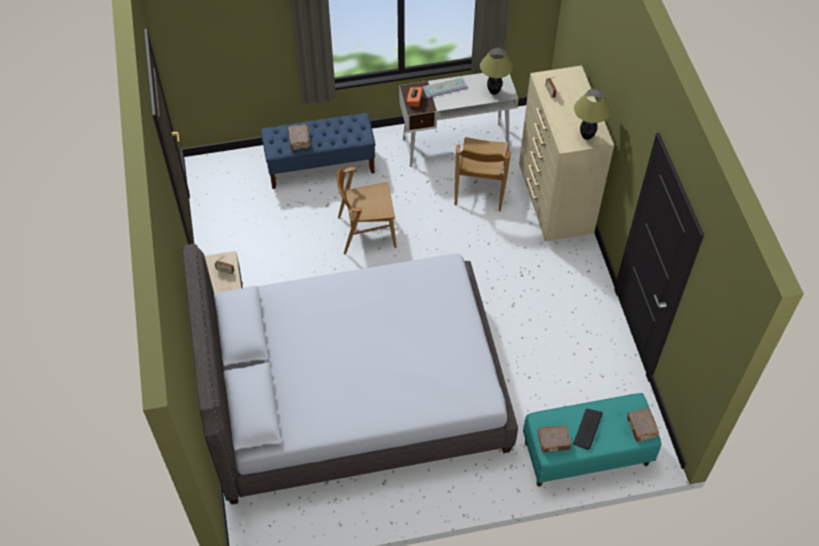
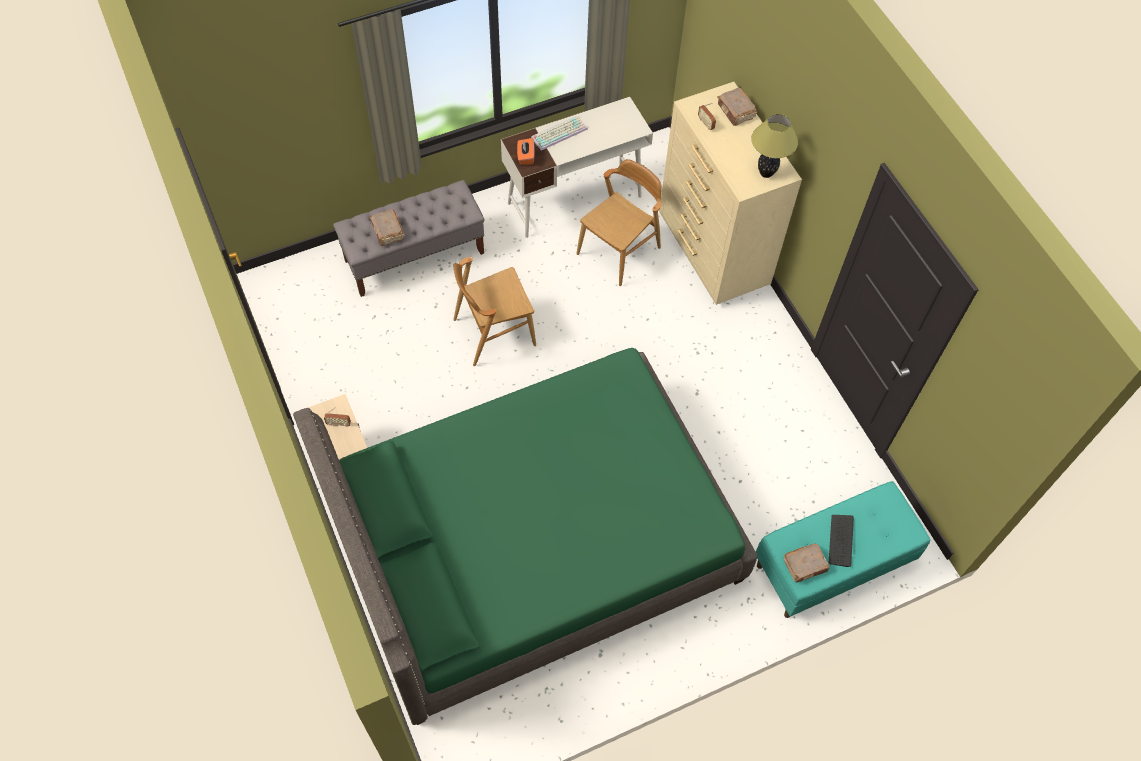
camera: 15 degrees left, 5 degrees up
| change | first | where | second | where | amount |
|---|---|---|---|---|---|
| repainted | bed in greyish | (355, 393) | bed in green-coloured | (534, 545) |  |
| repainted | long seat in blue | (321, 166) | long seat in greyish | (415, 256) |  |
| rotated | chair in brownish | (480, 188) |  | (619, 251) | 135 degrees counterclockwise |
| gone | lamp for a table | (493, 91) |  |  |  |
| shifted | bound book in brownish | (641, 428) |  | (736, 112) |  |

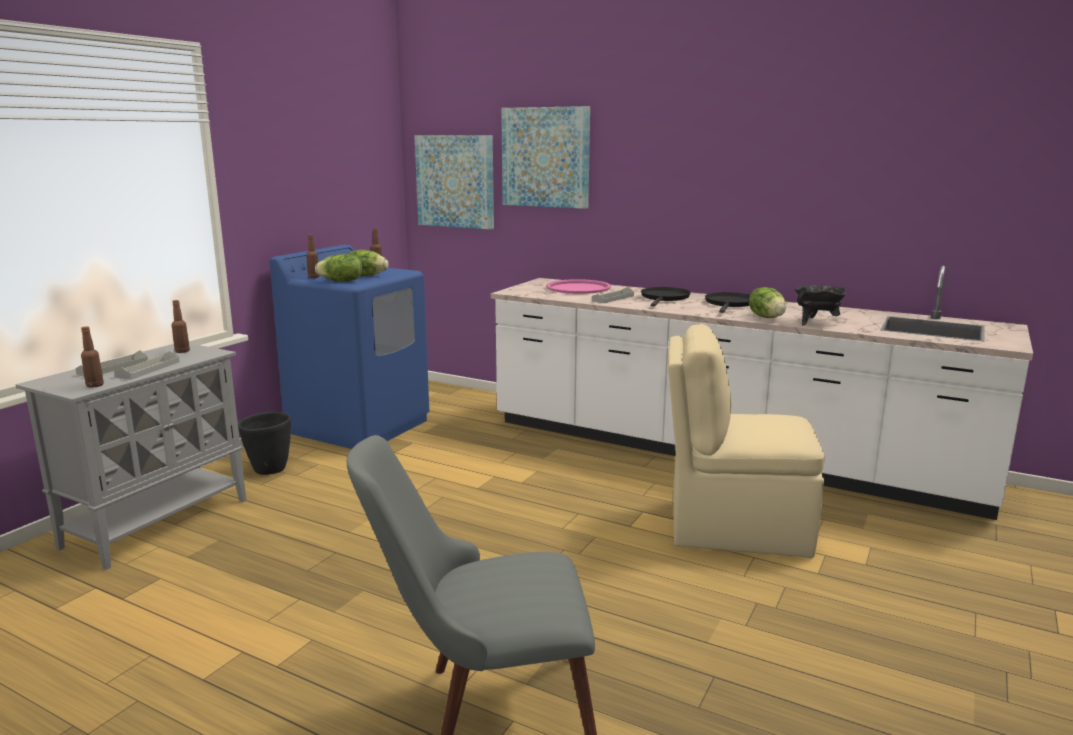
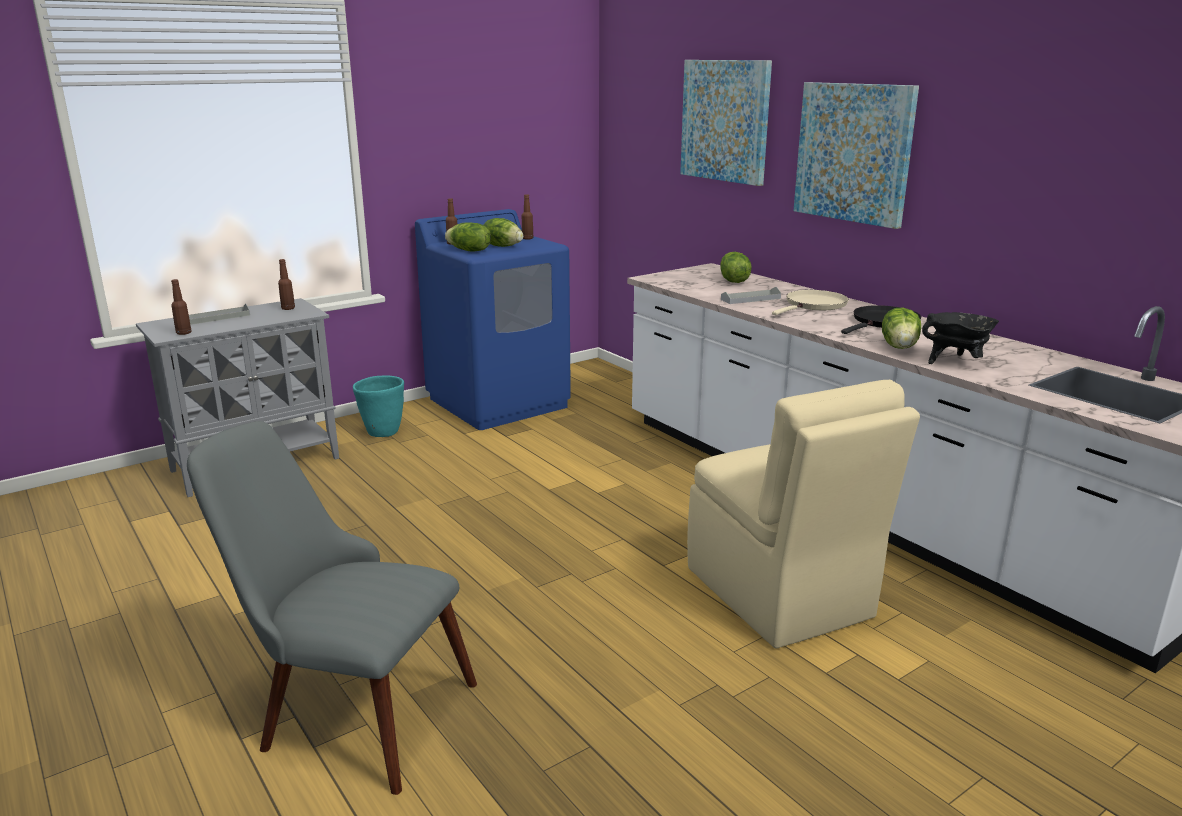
camera: 25 degrees right, 5 degrees up
| change | first | where | second | where | amount |
|---|---|---|---|---|---|
| gone | tray in greyish | (148, 369) |  |  |  |
| repainted | flower pot in black-coloured | (269, 470) | flower pot in turquoise-coloured | (382, 432) |  |
| shifted | picture | (455, 181) |  | (854, 153) |  |
| swapped | tray in pinkish | (578, 288) | head of lettuce | (733, 281) |  |
| repainted | pan in black-coloured | (664, 298) | pan in sand-coloured | (814, 305) |  |
| rotated | chair in sand-coloured | (734, 527) |  | (780, 595) | 150 degrees counterclockwise |

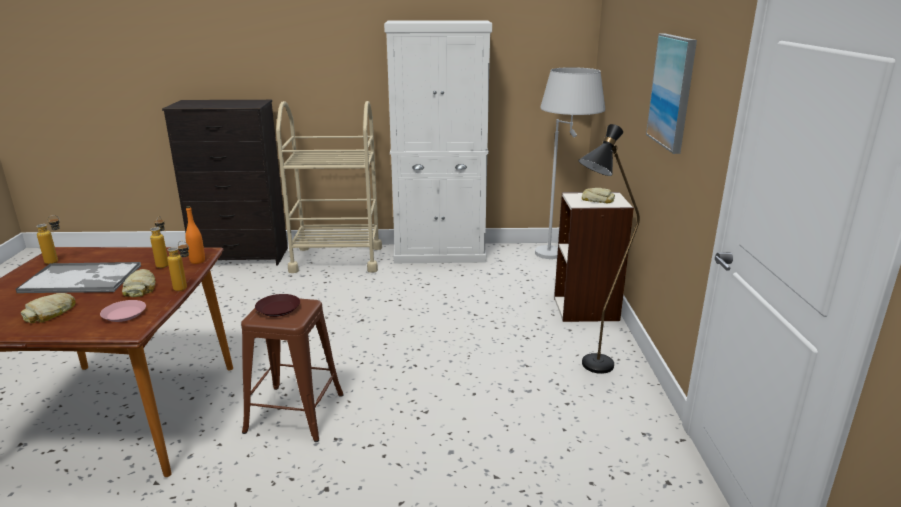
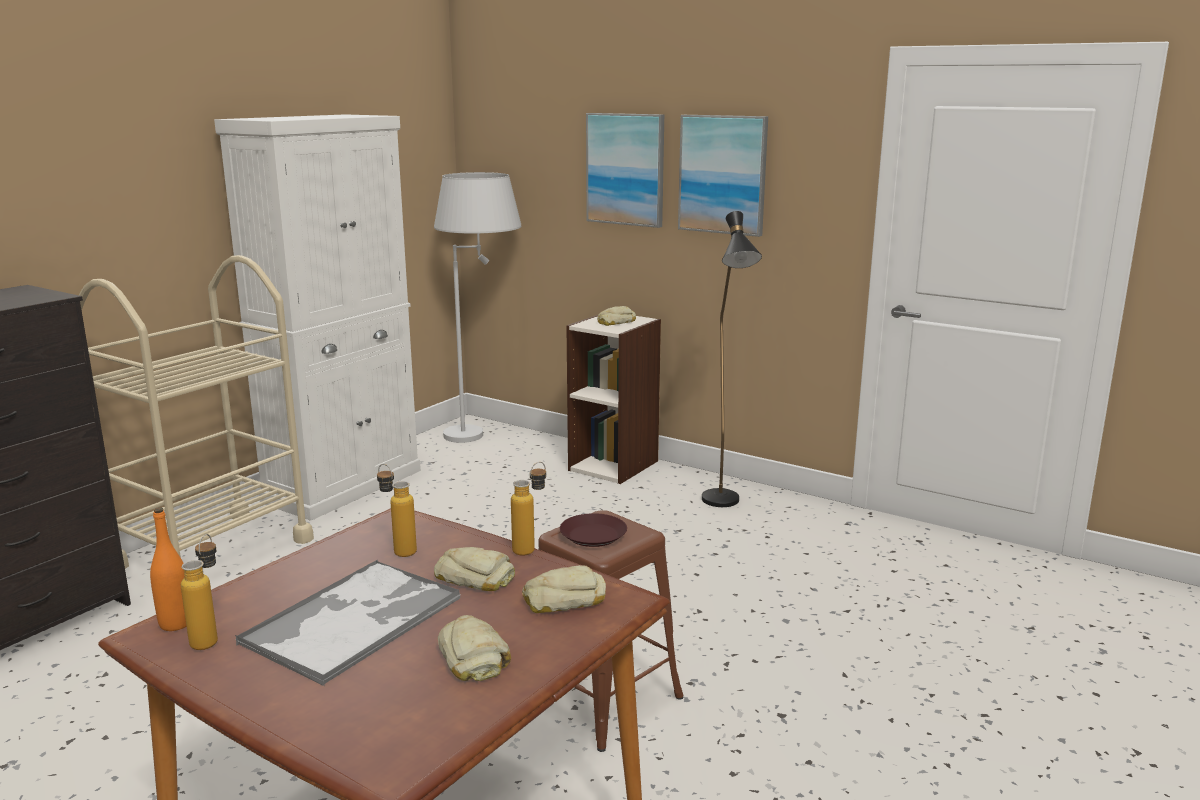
camera: 55 degrees left, 5 degrees down
| change | first | where | second | where | amount |
|---|---|---|---|---|---|
| swapped | plate in pinkish | (124, 314) | bakery bread | (563, 599) |  |
| shifted | drink bottle in orange | (197, 261) |  | (175, 624) |  |
| new |  |  | picture | (626, 169) |  |

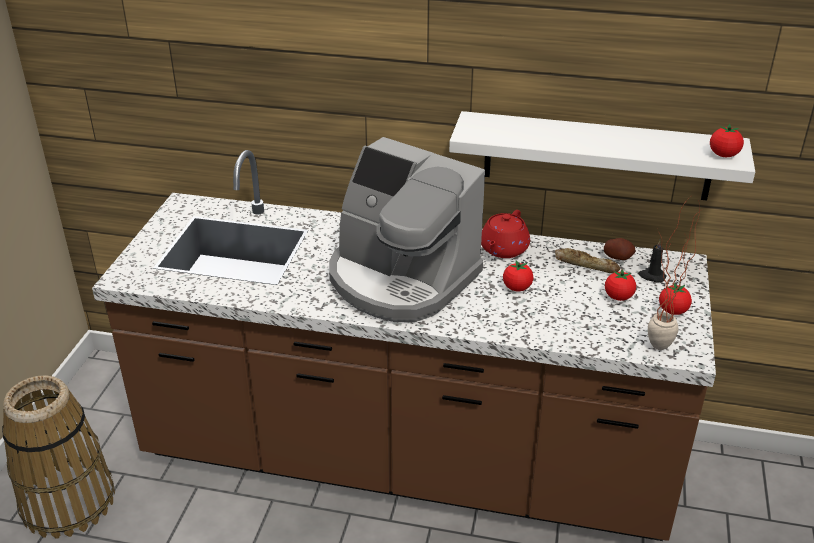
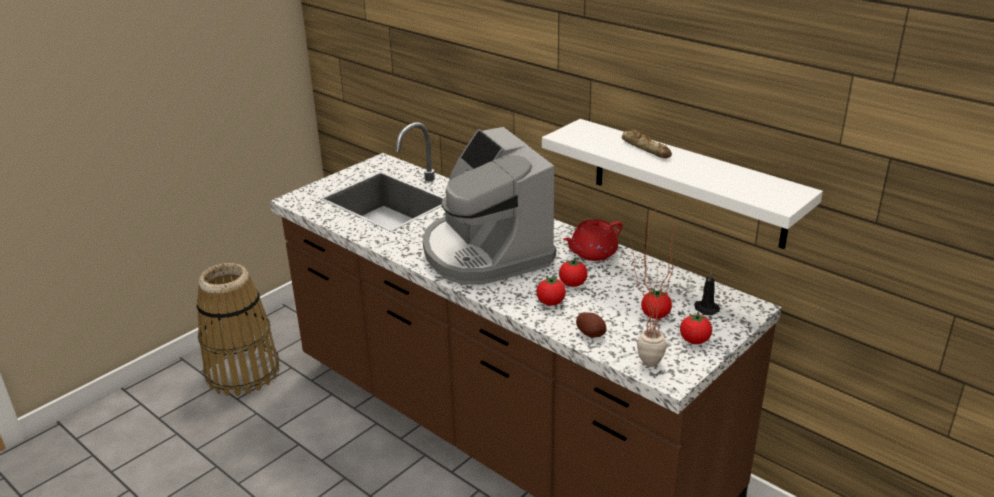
camera: 30 degrees right, 5 degrees down
| change | first | where | second | where | amount |
|---|---|---|---|---|---|
| shifted | bakery bread | (586, 264) |  | (646, 148) |  |
| shifted | whole potato | (618, 257) |  | (591, 333) |  |
| shifted | whole tomato | (723, 155) |  | (550, 302) |  |

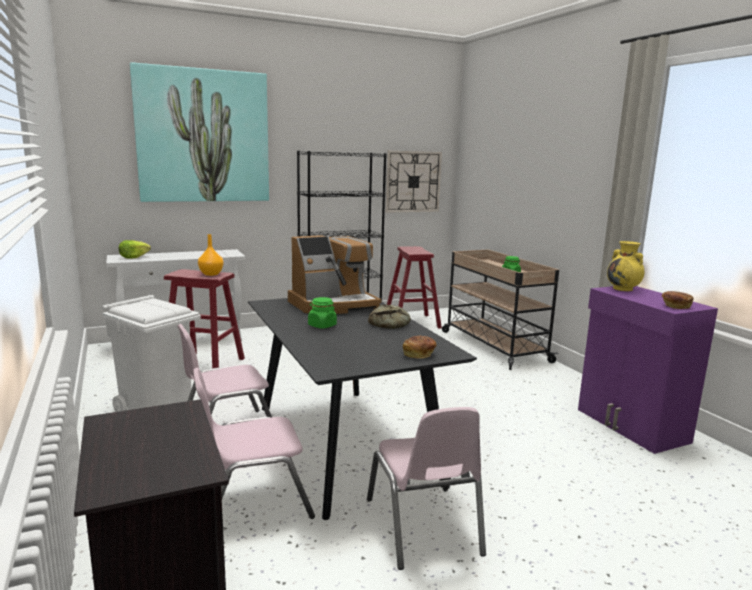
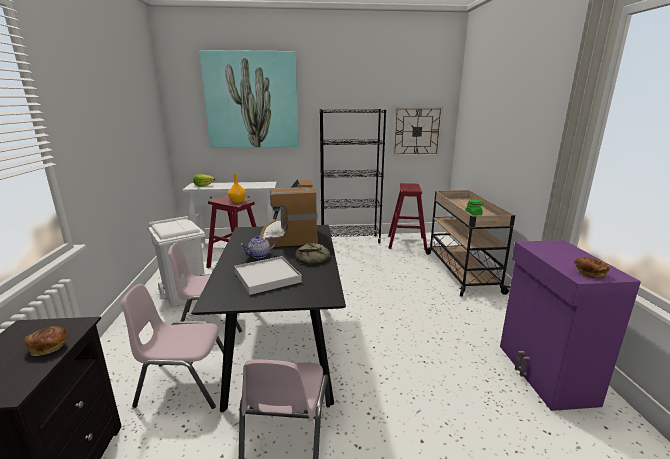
camera: 20 degrees right, 5 degrees up
| change | first | where | second | where | amount |
|---|---|---|---|---|---|
| rotated | coffee brewer | (333, 305) |  | (290, 236) | 90 degrees clockwise |
| swapped | storage jar in green-coloured | (322, 325) | tea pot | (259, 255) |  |
| shifted | bakery bread | (419, 354) |  | (50, 347) |  |
| gone | decorative vase in yellow | (623, 289) |  |  |  |
| new |  |  | tray in white-coloured | (267, 277) |  |

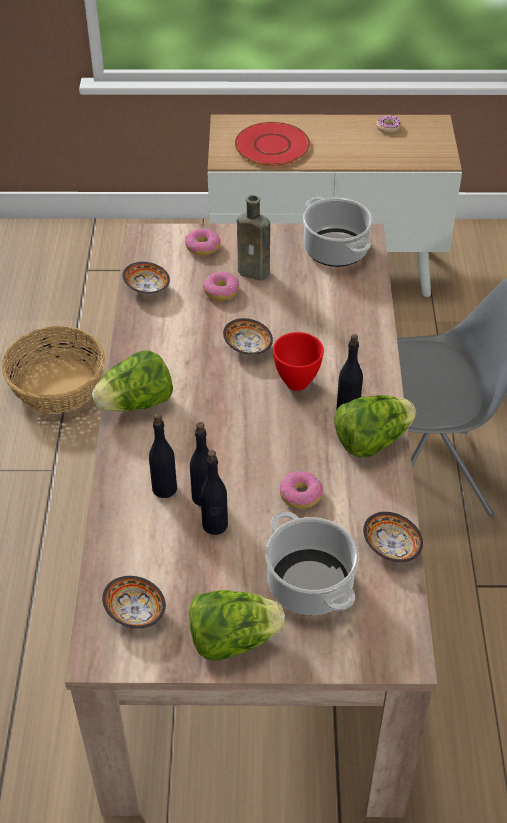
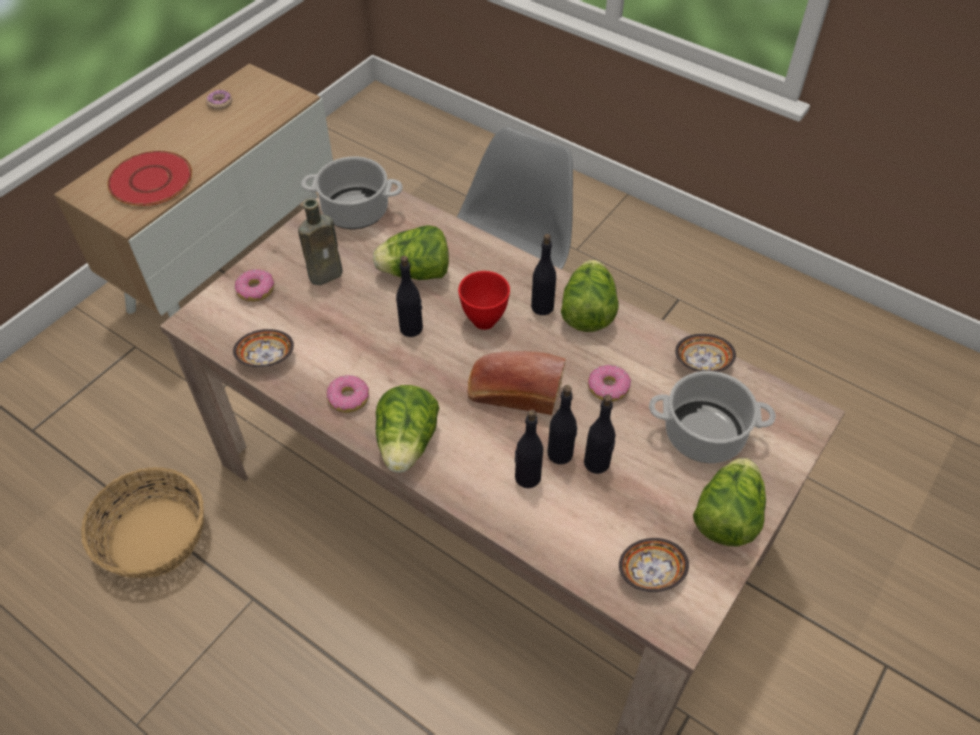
camera: 55 degrees left, 5 degrees up
| change | first | where | second | where | amount |
|---|---|---|---|---|---|
| shifted | doughnut | (221, 291) |  | (349, 398) |  |
| swapped | bowl | (248, 346) | drink bottle in black-coloured | (411, 328) |  |
| new |  |  | head of lettuce | (416, 273) |  |
| new |  |  | bakery bread | (513, 392) |  |

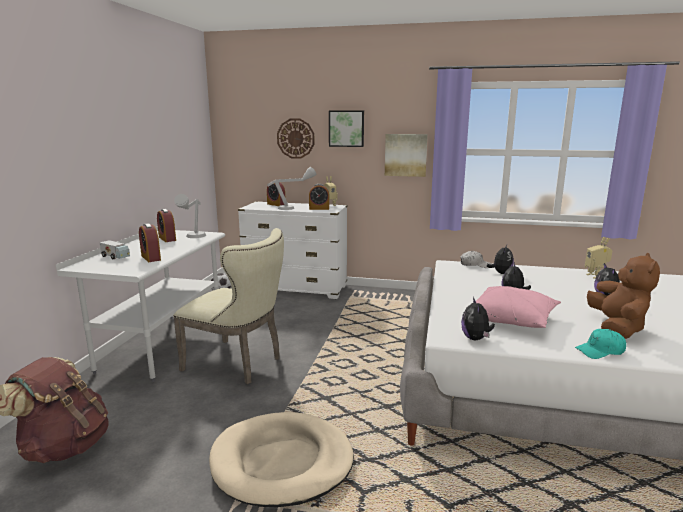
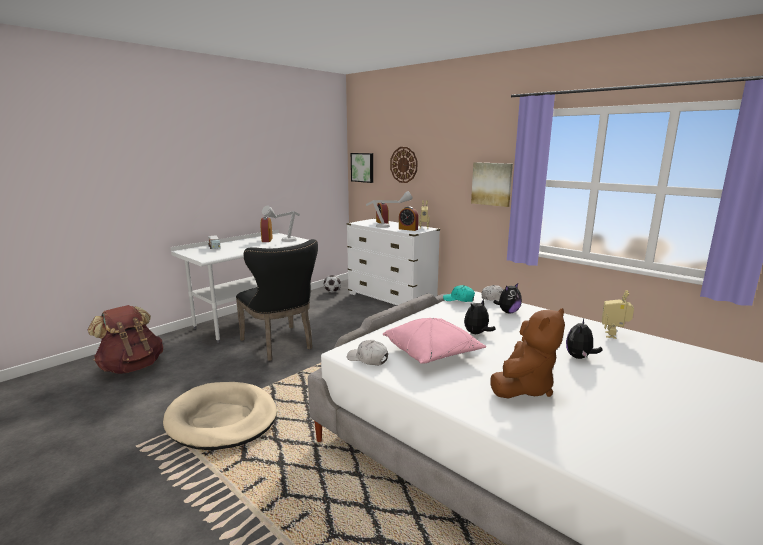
camera: 30 degrees right, 0 degrees up
| change | first | where | second | where | amount |
|---|---|---|---|---|---|
| gone | bedside clock | (151, 258) |  |  |  |
| repainted | chair in sand-coloured | (239, 363) | chair in black-coloured | (280, 345) |  |
| shifted | picture | (346, 128) |  | (363, 167) |  |
| swapped | plush toy | (476, 338) | baseball cap in white-coloured | (368, 359) |  |
| shifted | baseball cap in turquoise-coloured | (600, 351) |  | (459, 299) |  |

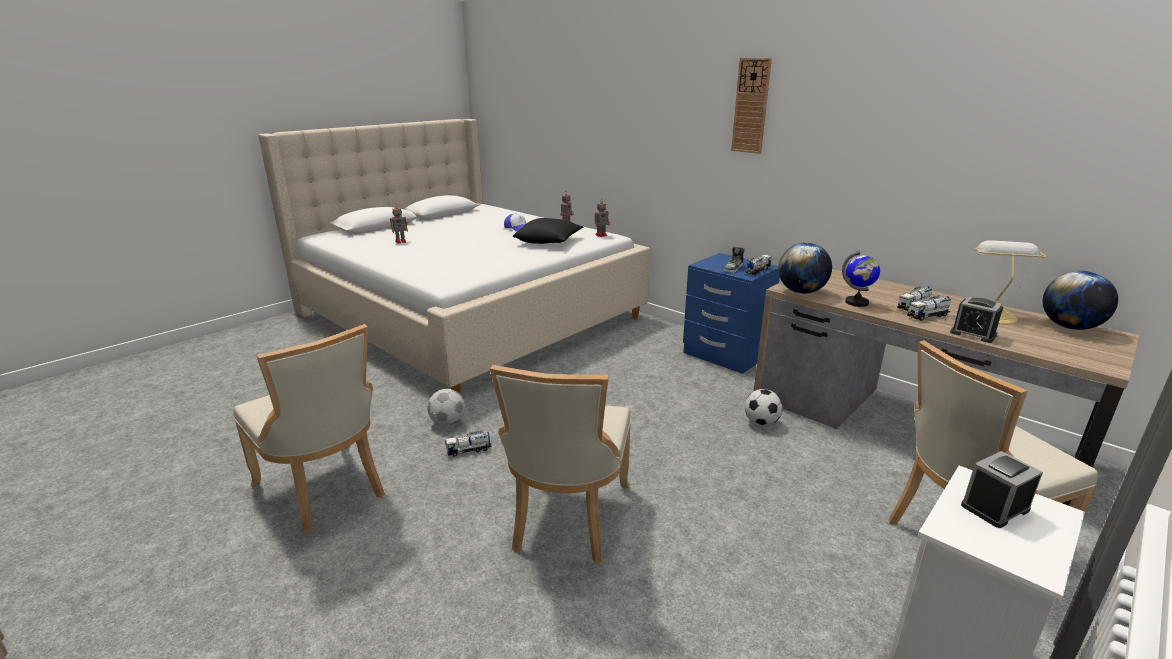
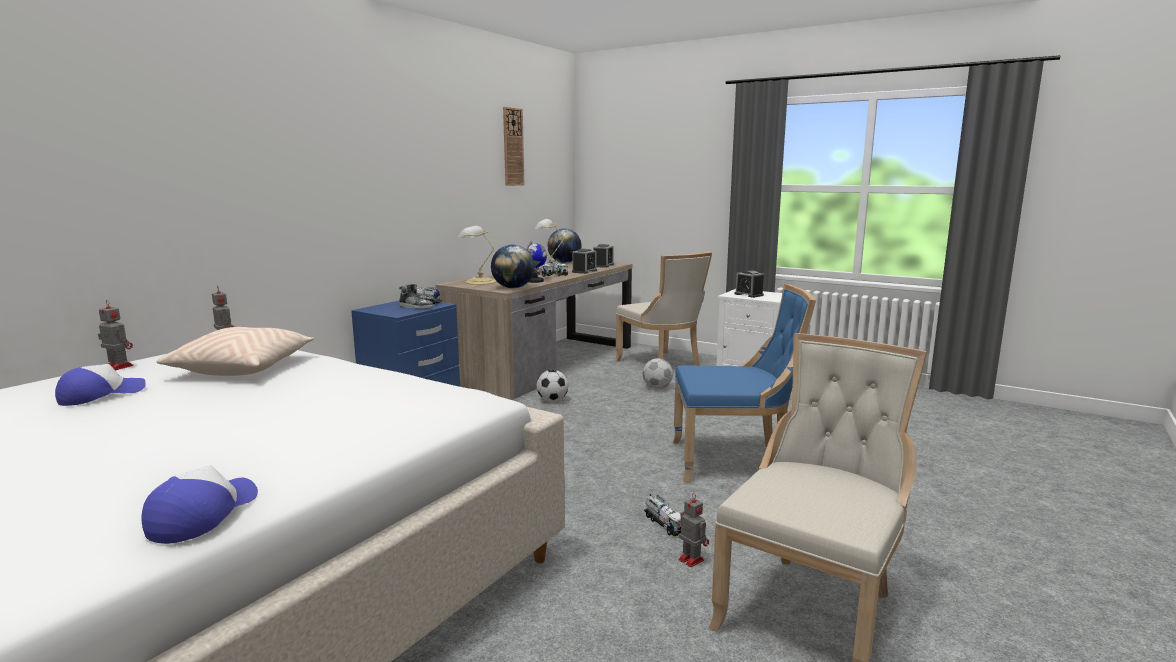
camera: 100 degrees left, 10 degrees down
| change | first | where | second | where | amount |
|---|---|---|---|---|---|
| shifted | toy robot | (401, 241) |  | (690, 559) |  |
| shifted | football ball | (447, 422) |  | (657, 387) |  |
| repainted | chair in sand-coloured | (567, 519) | chair in blue | (734, 461) |  |
| repainted | throw pillow in black-coloured | (549, 242) | throw pillow in sand-coloured | (243, 368) |  |
| shifted | wall clock | (751, 106) |  | (513, 147) |  |
| new |  |  | baseball cap | (203, 515) |  |
| new |  |  | lamp for a table | (478, 282) |  |
| new |  |  | bedside clock | (603, 265) |  |

